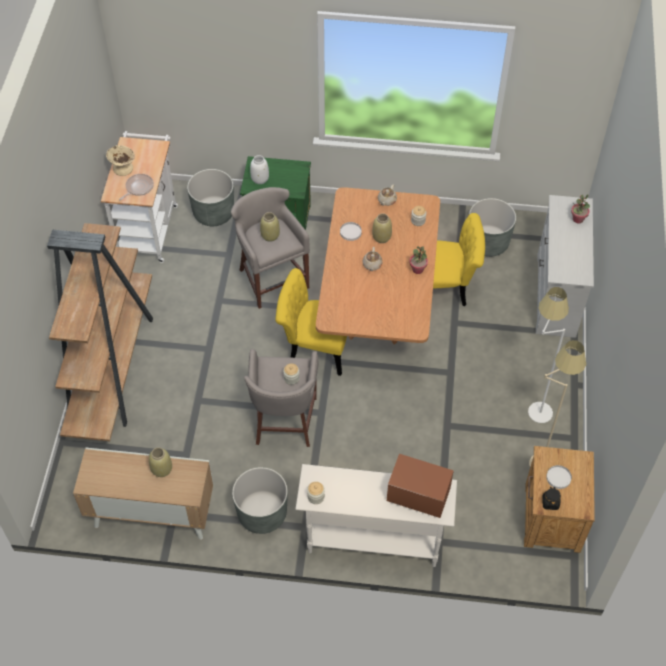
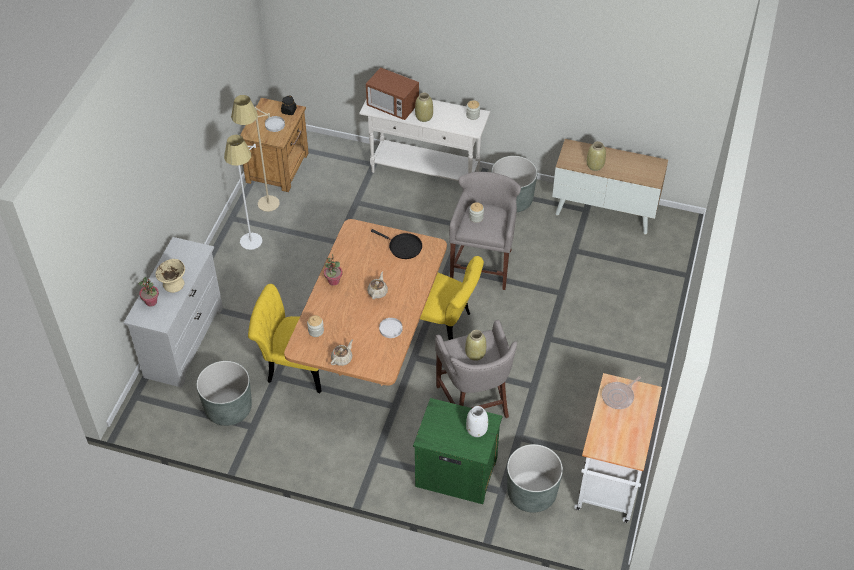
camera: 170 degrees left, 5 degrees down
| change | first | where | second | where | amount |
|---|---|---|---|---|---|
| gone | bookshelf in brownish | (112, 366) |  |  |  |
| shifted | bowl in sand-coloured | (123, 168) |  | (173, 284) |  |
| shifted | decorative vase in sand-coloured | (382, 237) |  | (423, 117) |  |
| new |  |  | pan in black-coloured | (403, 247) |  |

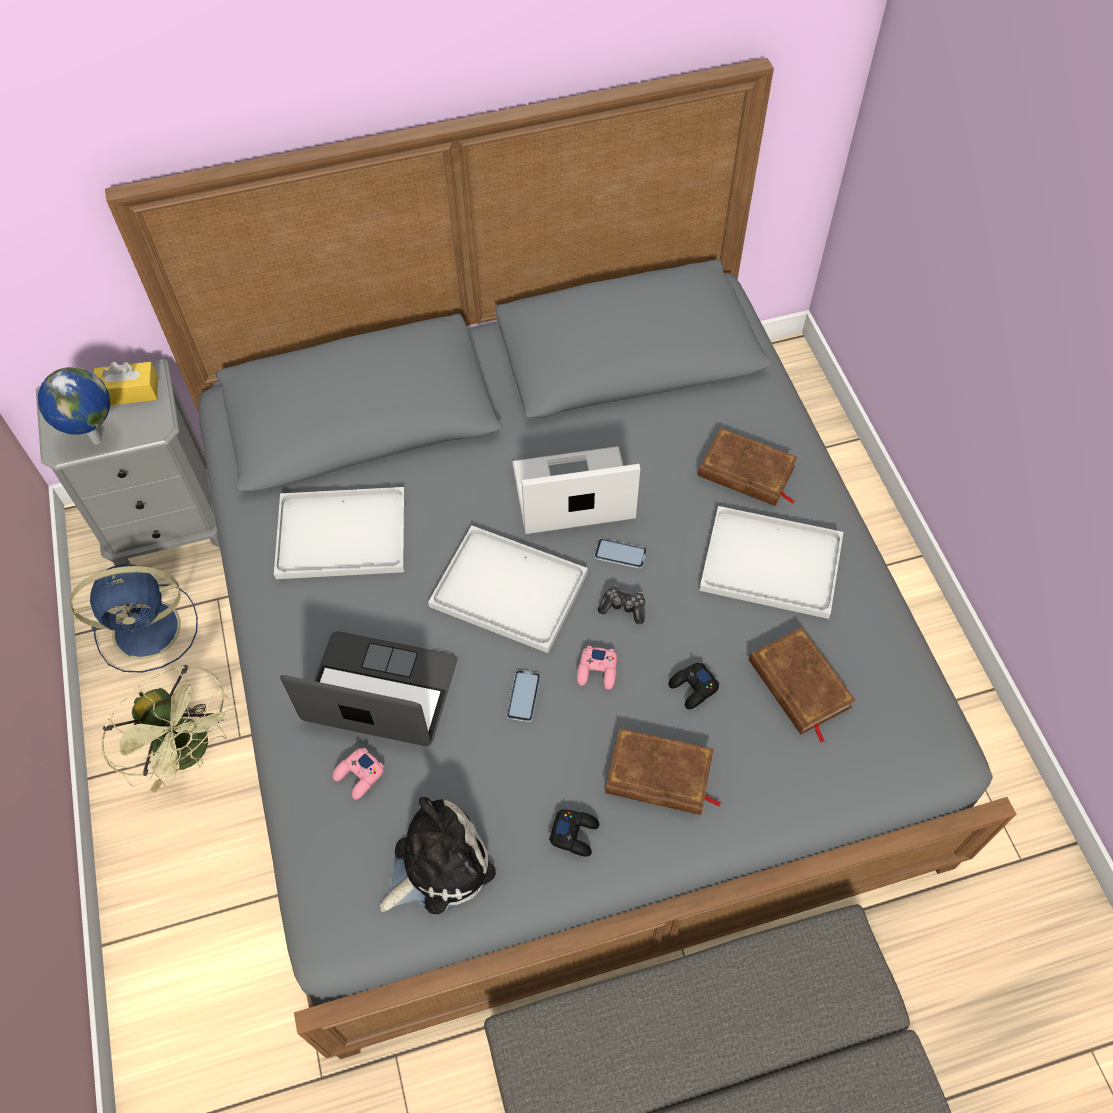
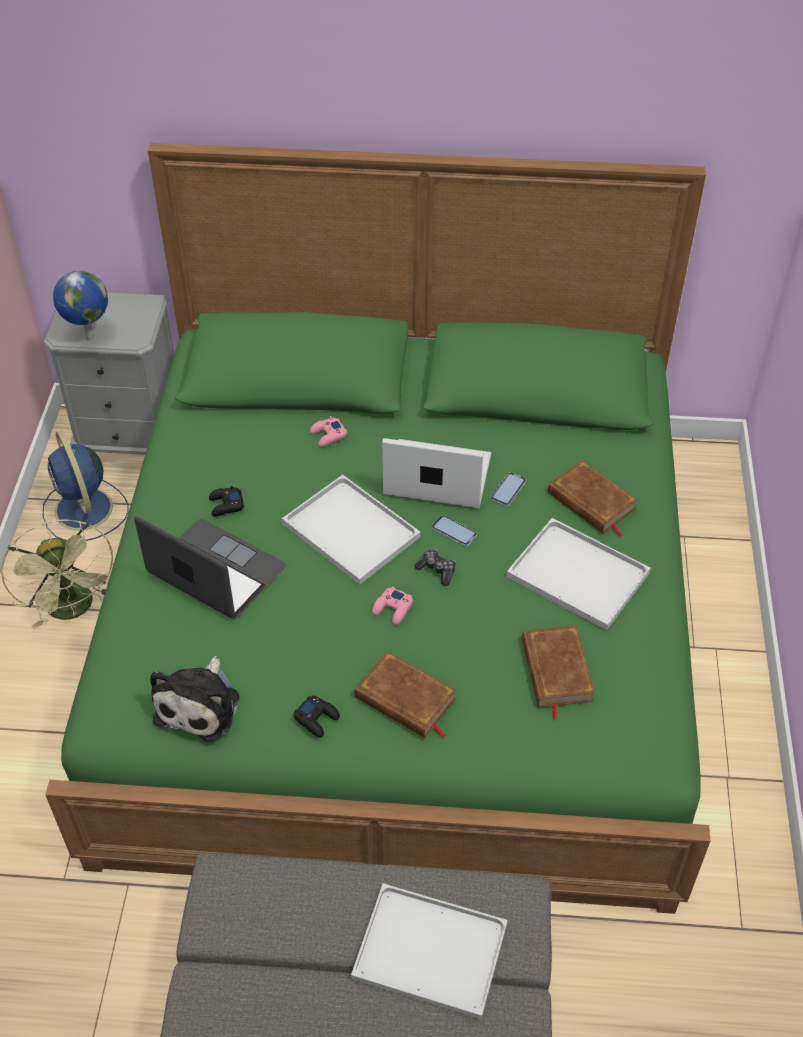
camera: 20 degrees right, 10 degrees down
| change | first | where | second | where | amount |
|---|---|---|---|---|---|
| rotated | electric fan in blue | (150, 628) |  | (84, 511) | 60 degrees clockwise |
| gone | tissue box in yellow | (129, 392) |  |  |  |
| repainted | bed in greyish | (557, 649) | bed in green-coloured | (401, 626) |  |
| shifted | tray in white-coloured | (344, 533) |  | (433, 950) |  |
| shifted | joypad in pinkish | (359, 775) |  | (328, 435) |  |
| rotated | plush toy | (437, 864) |  | (200, 704) | 120 degrees clockwise |
| shifted | phone | (523, 696) |  | (508, 490) |  |
| shifted | joypad in black-coloured | (693, 688) |  | (226, 505) |  |

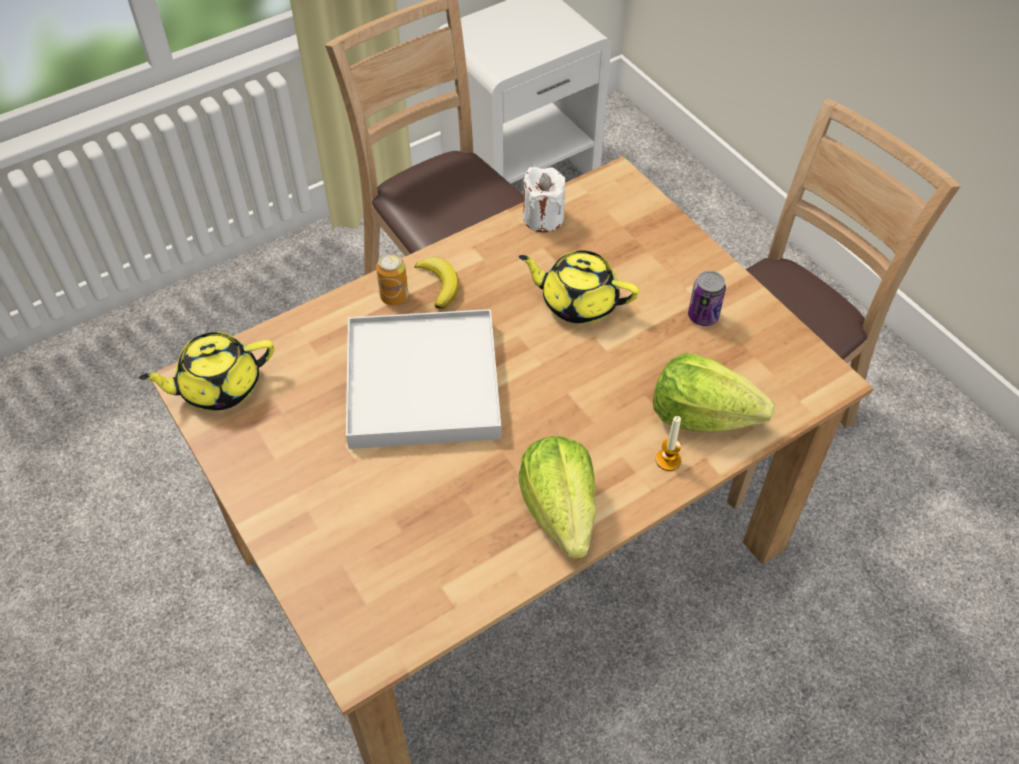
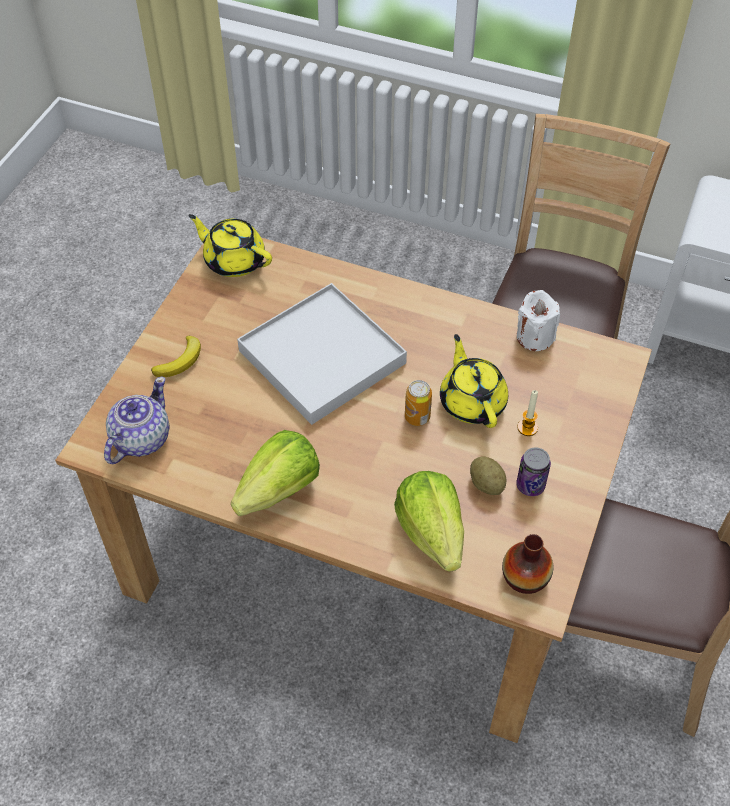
camera: 55 degrees right, 0 degrees up
| change | first | where | second | where | amount |
|---|---|---|---|---|---|
| shifted | metal can | (394, 296) |  | (417, 417) |  |
| shifted | whole banana | (439, 284) |  | (180, 361) |  |
| shifted | wax light | (668, 460) |  | (527, 428) |  |
| new |  |  | tea pot | (140, 439) |  |
| new |  |  | whole potato | (486, 484) |  |
| new |  |  | decorative vase | (525, 577) |  |

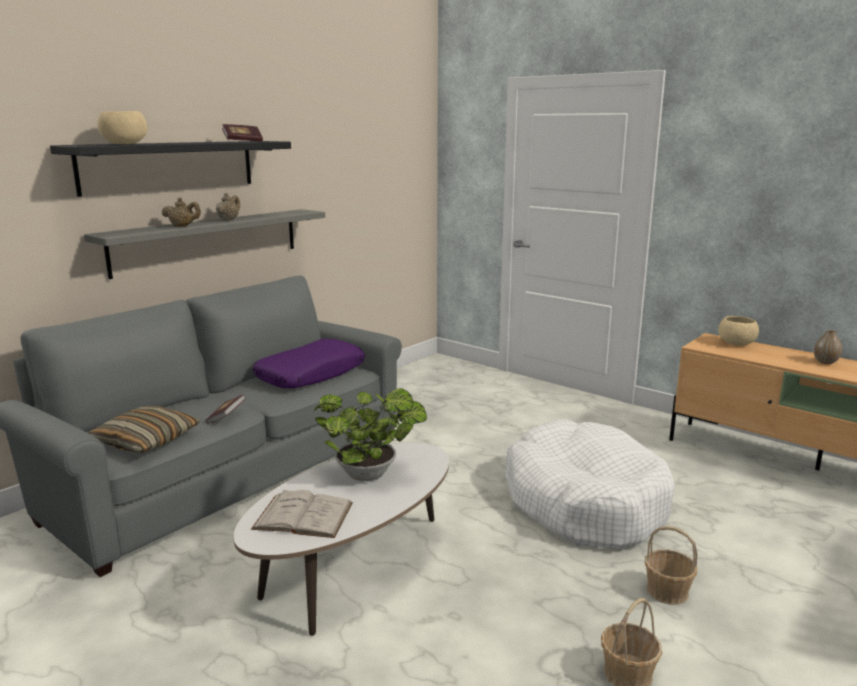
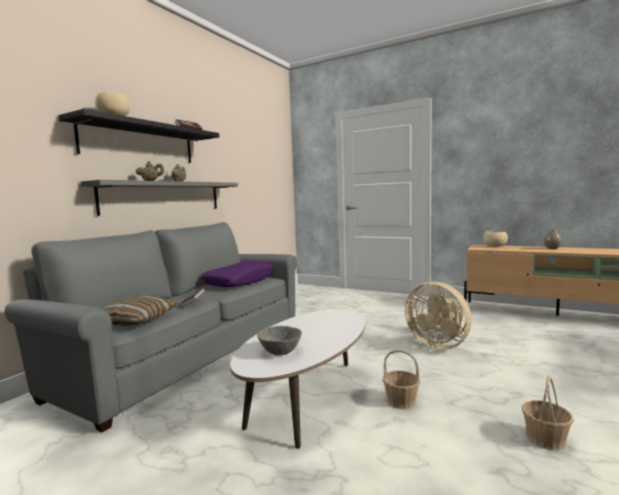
camera: 10 degrees left, 10 degrees down
| change | first | where | second | where | amount |
|---|---|---|---|---|---|
| swapped | bound book in white-coloured | (303, 516) | bowl in greyish | (280, 352) |  |
| gone | houseplant | (371, 475) |  |  |  |
| swapped | dog cushion in white-coloured | (584, 502) | electric fan in sand-coloured | (438, 344) |  |
| shifted | household basket | (667, 591) |  | (401, 401) |  |

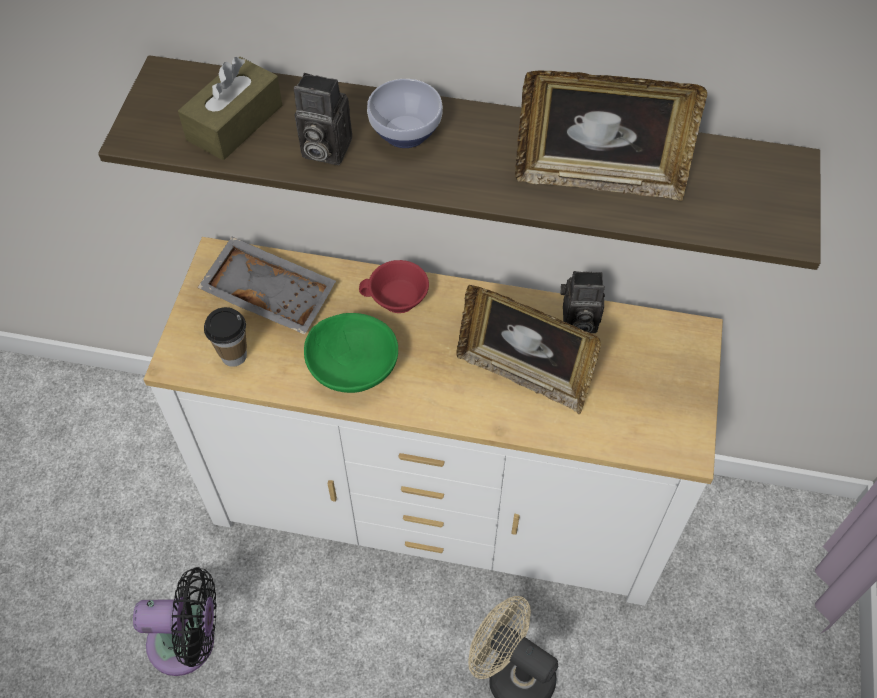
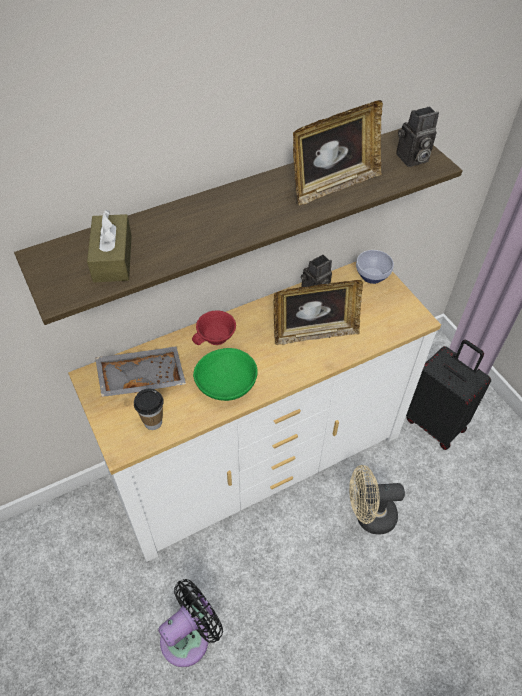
camera: 40 degrees left, 5 degrees down
| change | first | where | second | where | amount |
|---|---|---|---|---|---|
| shifted | still camera | (323, 149) |  | (411, 159) |  |
| shifted | bowl | (403, 132) |  | (371, 276) |  |
| new |  |  | travel case in black-coloured | (435, 423) |  |

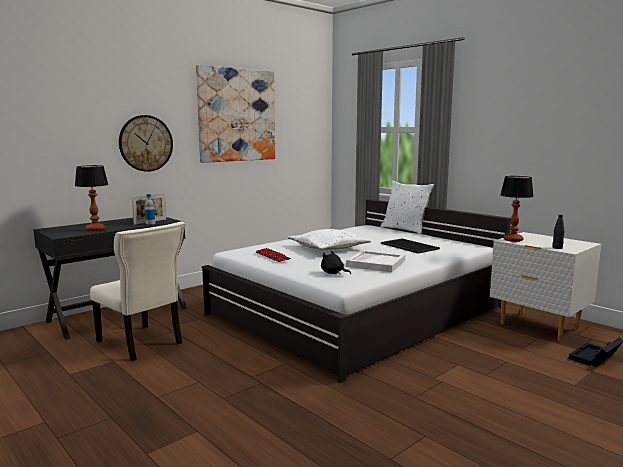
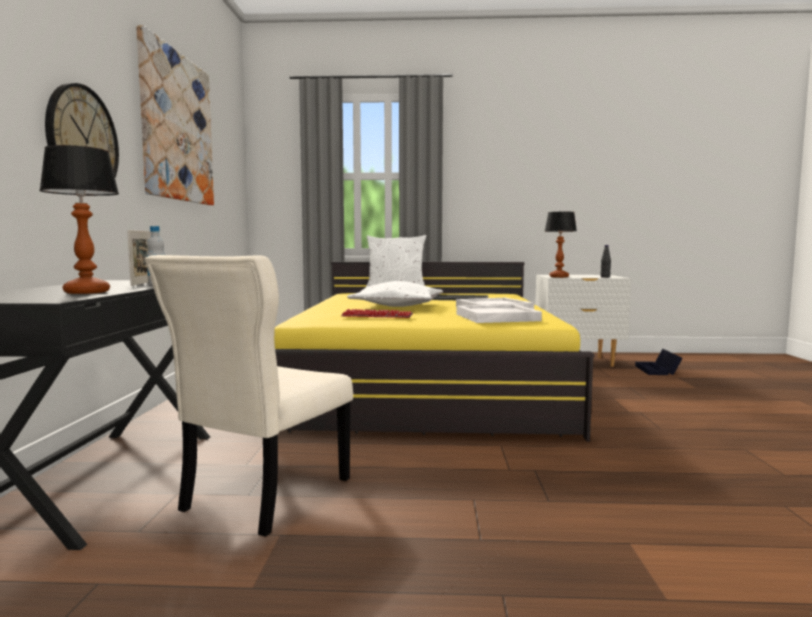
camera: 45 degrees left, 5 degrees down
| change | first | where | second | where | amount |
|---|---|---|---|---|---|
| rotated | chair in sand-coloured | (141, 344) |  | (262, 497) | 120 degrees clockwise |
| repainted | bed in white-coloured | (358, 310) | bed in yellow | (426, 384) |  |
| swapped | plush toy in black-coloured | (333, 273) | tray in white-coloured | (498, 317) |  |

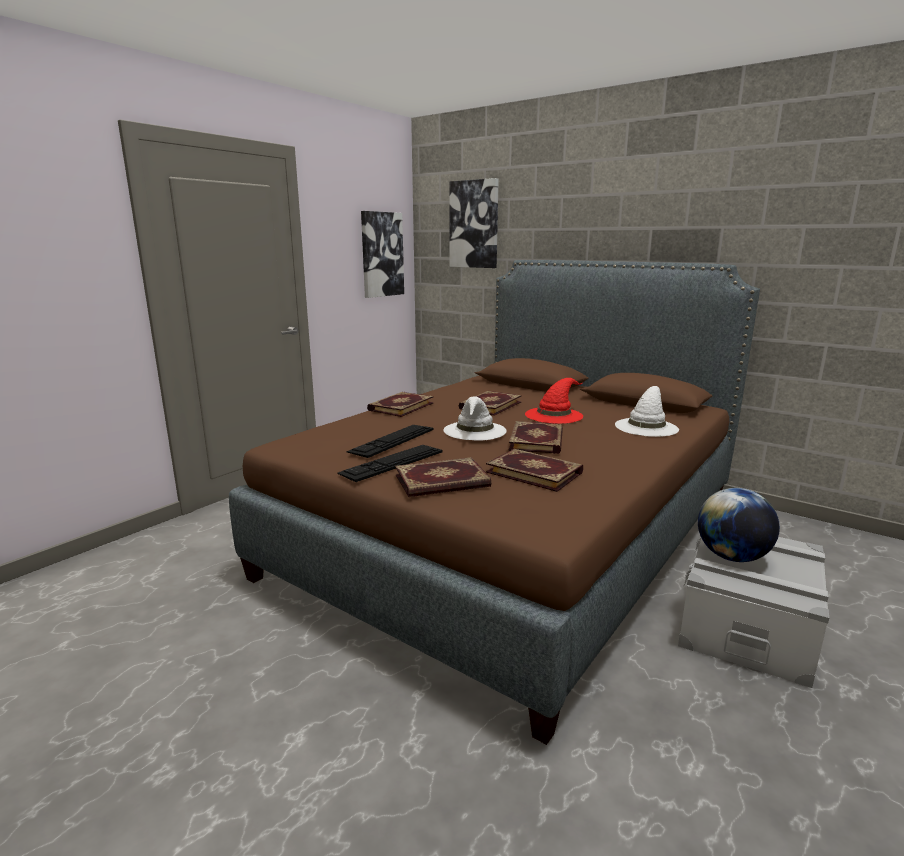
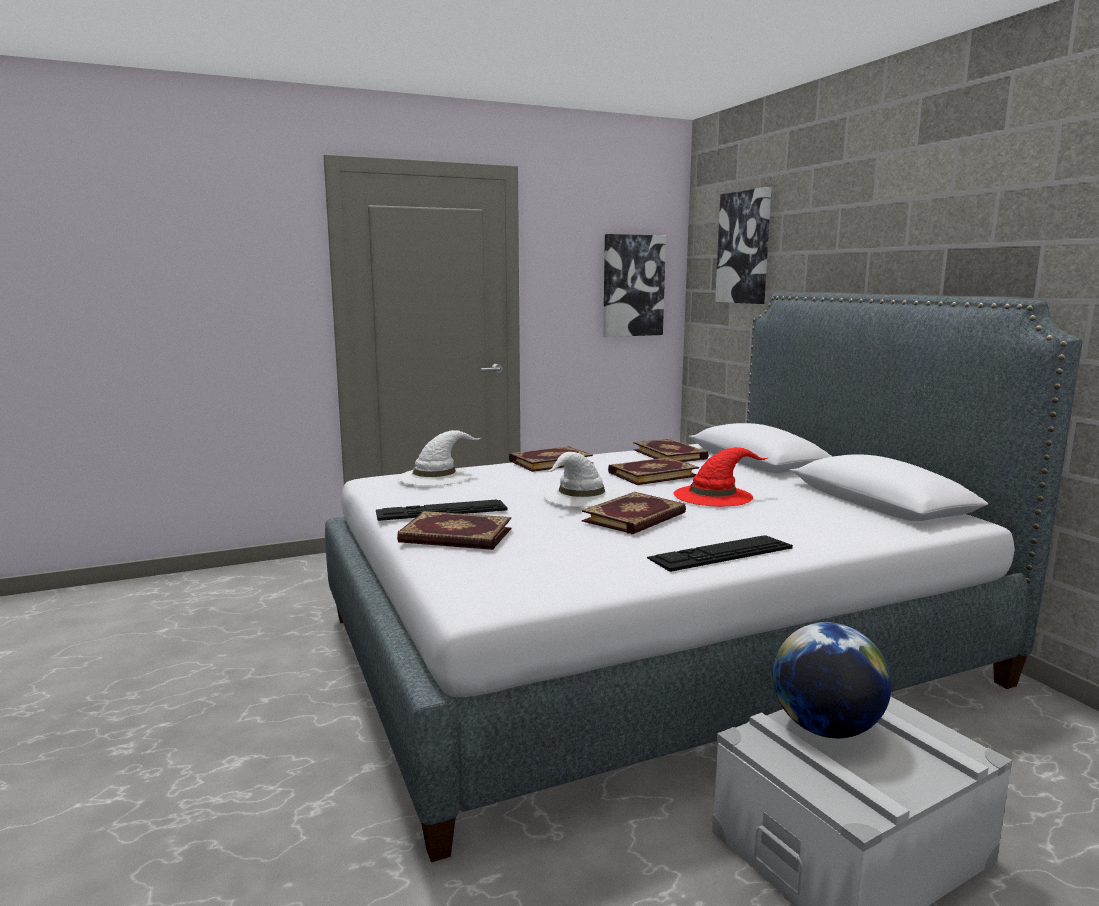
camera: 30 degrees right, 5 degrees down
| change | first | where | second | where | amount |
|---|---|---|---|---|---|
| repainted | bed in brownish | (512, 535) | bed in greyish | (649, 648) |  |
| shifted | PC keyboard | (392, 440) |  | (721, 553) |  |
| shifted | bound book | (535, 472) |  | (670, 454) |  |
| shifted | clothing hat in white-coloured | (646, 426) |  | (435, 476) |  |

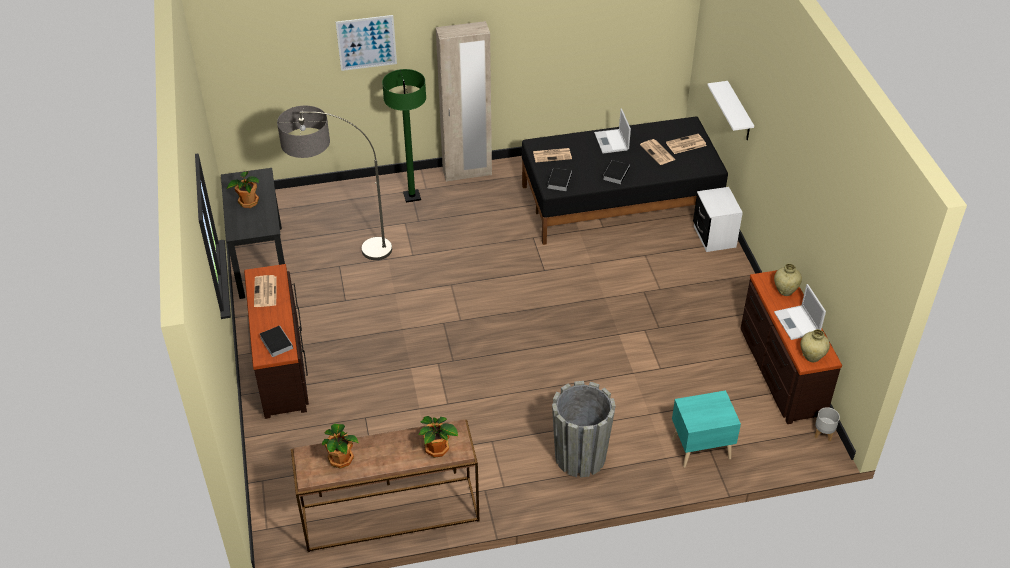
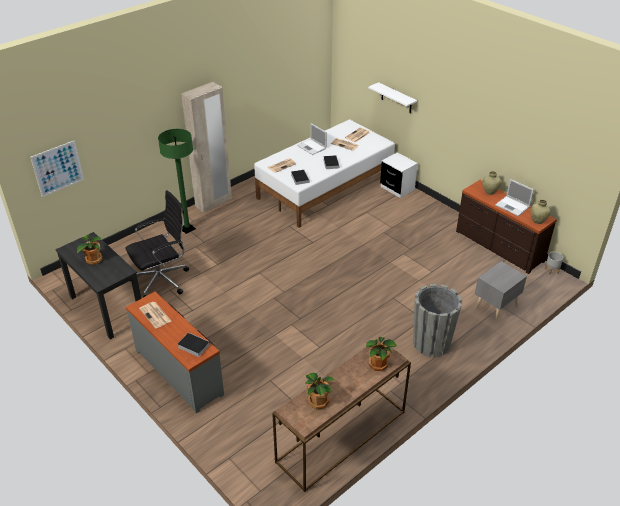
camera: 30 degrees left, 5 degrees down
| change | first | where | second | where | amount |
|---|---|---|---|---|---|
| repainted | drawer chest in brownish | (282, 365) | drawer chest in greyish | (180, 371) |  |
| swapped | standing lamp | (339, 251) | office chair in black-coloured | (162, 280) |  |
| shifted | picture | (366, 42) |  | (57, 168) |  |
| repainted | bed in black-coloured | (620, 202) | bed in white-coloured | (326, 187) |  |
| repainted | night table in turquoise-coloured | (700, 448) | night table in greyish | (494, 307) |  |

